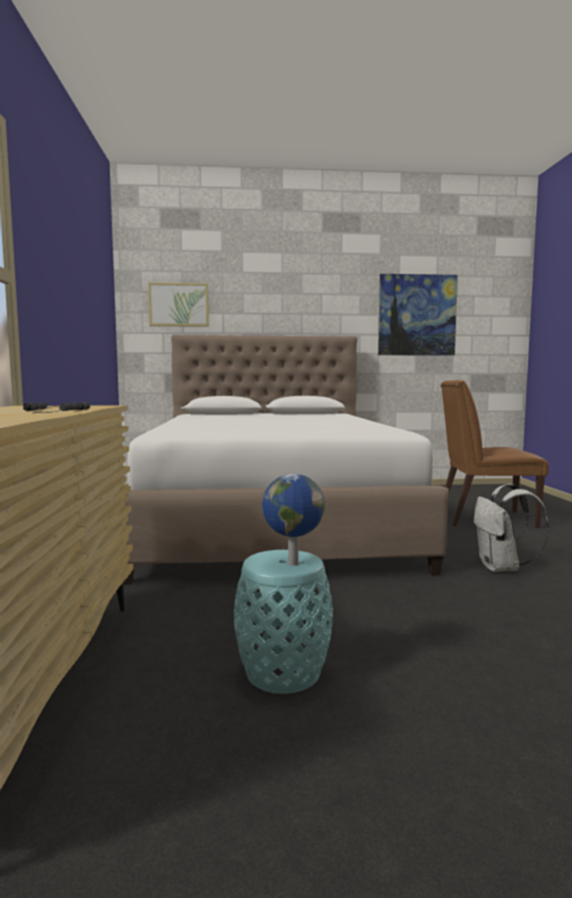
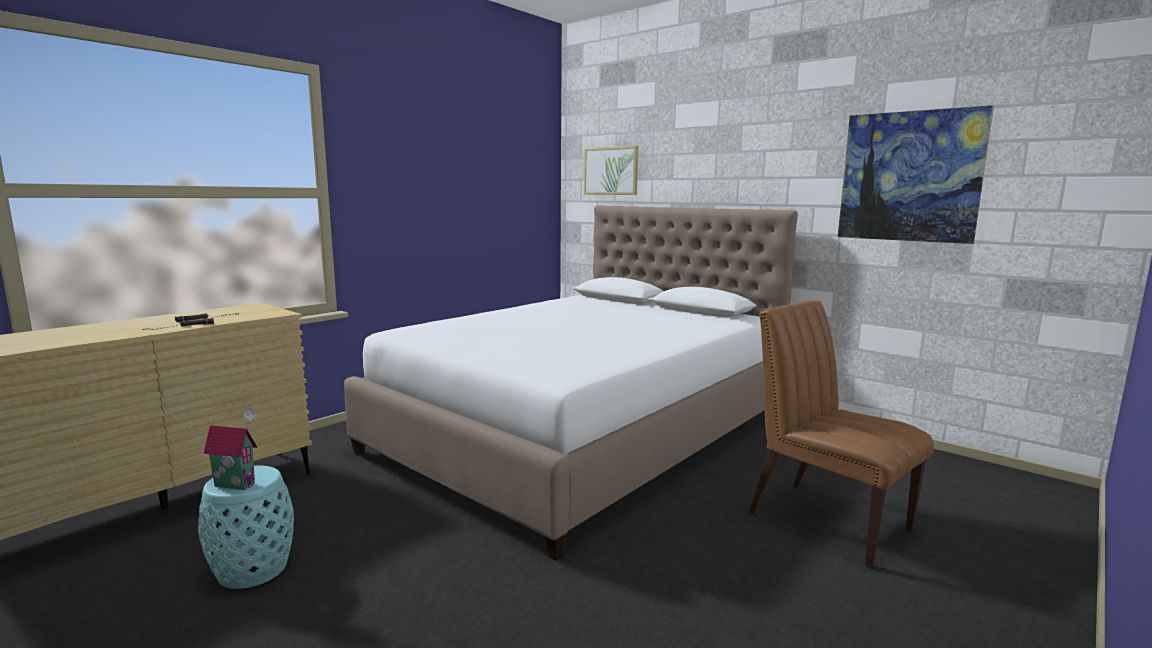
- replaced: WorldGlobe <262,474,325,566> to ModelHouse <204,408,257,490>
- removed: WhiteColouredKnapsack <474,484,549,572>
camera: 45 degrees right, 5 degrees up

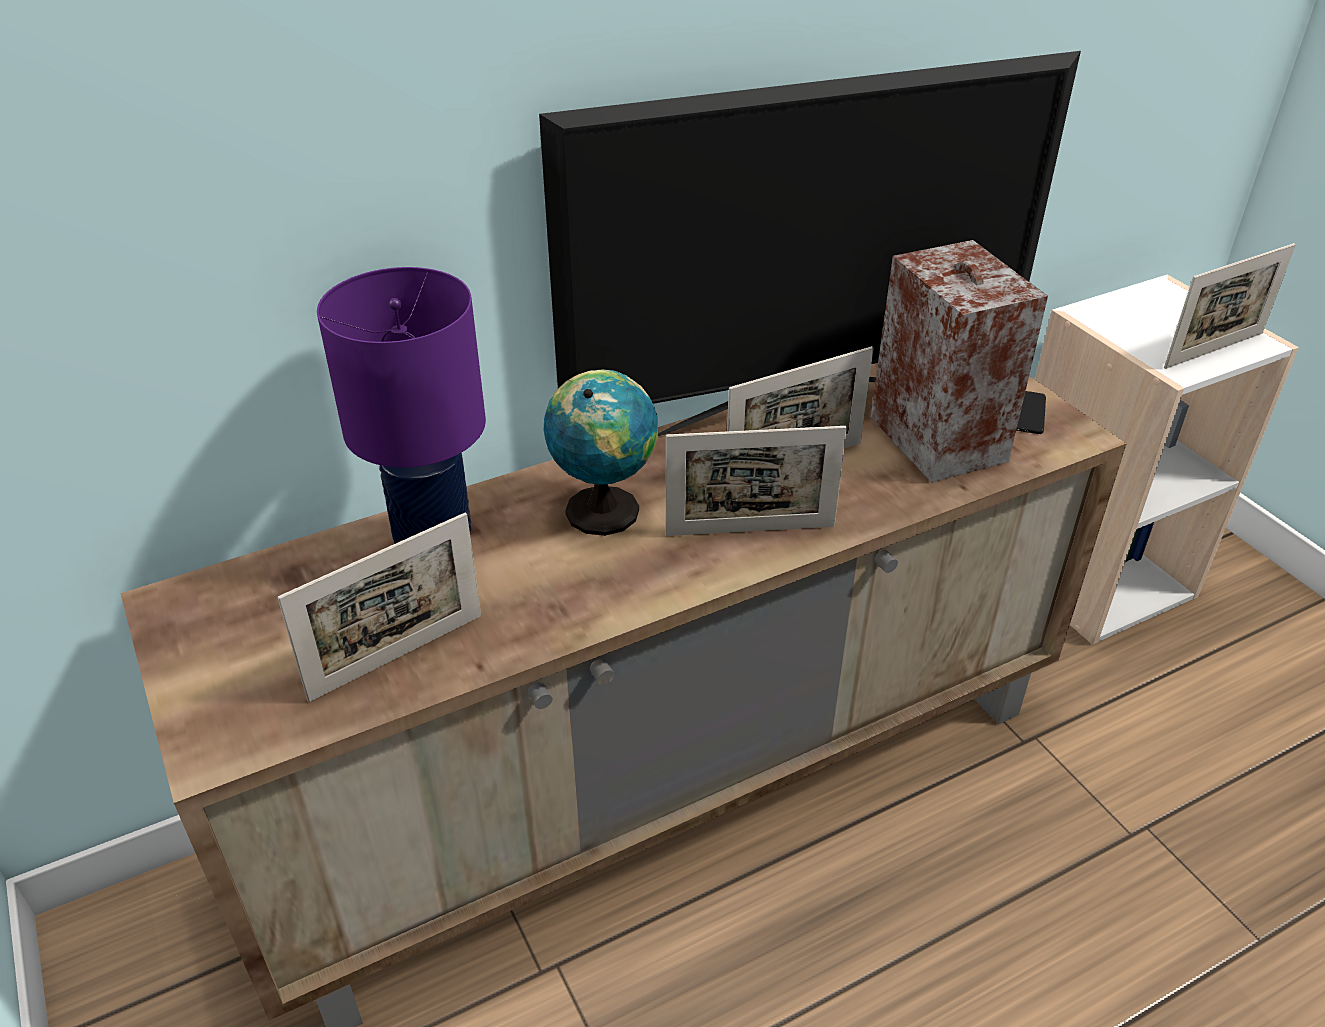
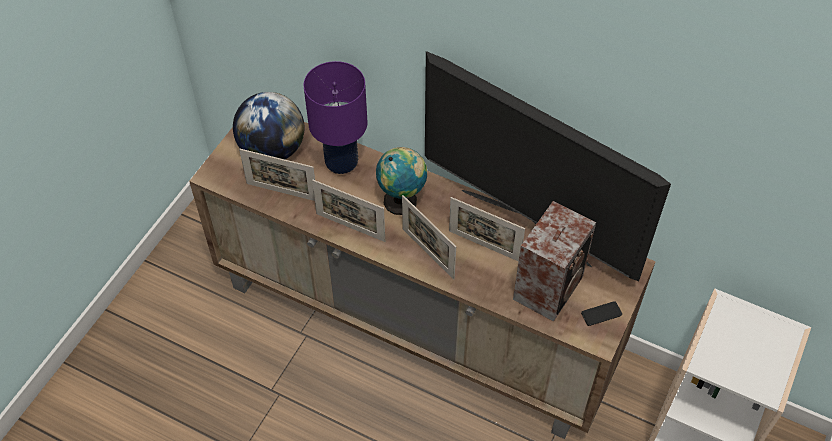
- moved: PhotoFrame <1164,243,1296,369> to <312,179,385,242>
- added: WorldGlobe <233,92,305,159>
camera: 55 degrees right, 15 degrees up

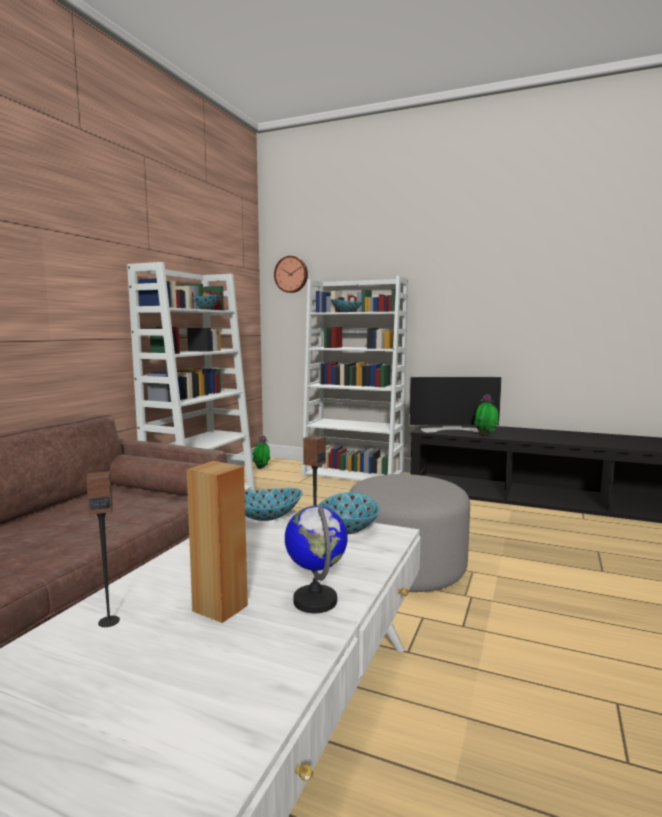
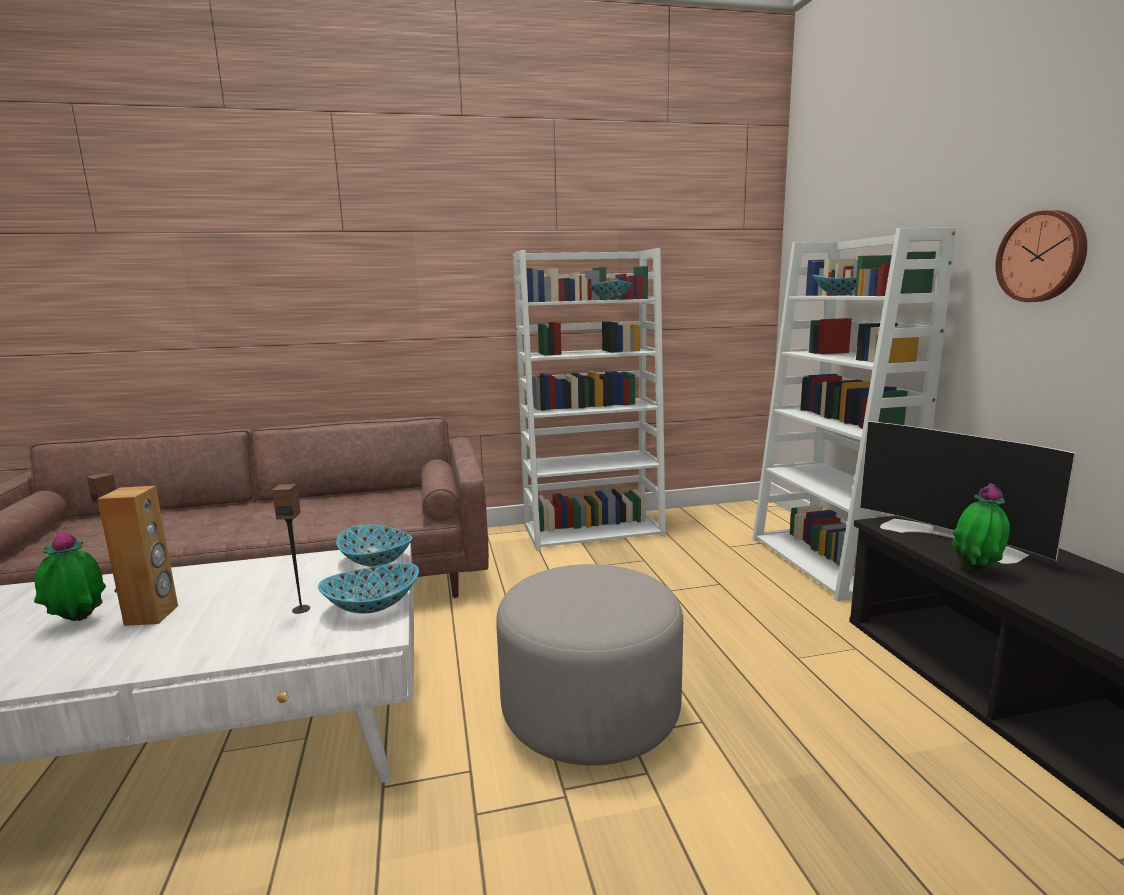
- moved: WallClock <274,256,308,293> to <995,210,1087,302>
- moved: PottedPlant <253,435,270,469> to <34,531,106,621>
- removed: WorldGlobe <285,505,348,613>
camera: 55 degrees right, 5 degrees up

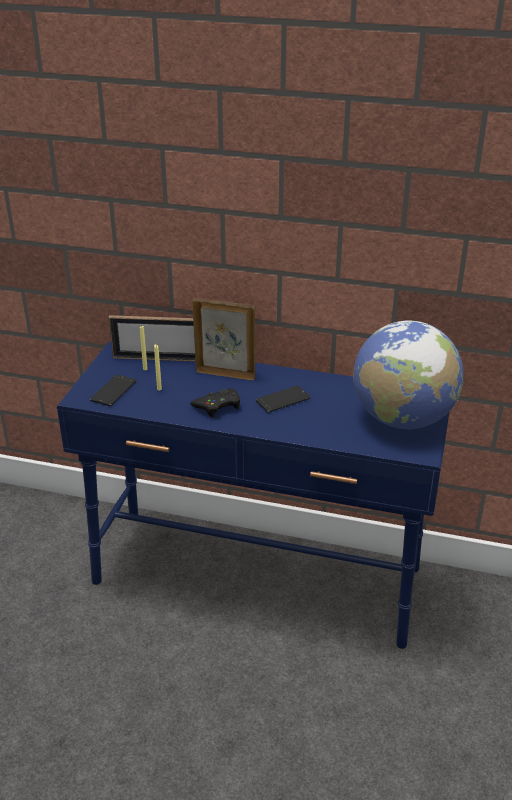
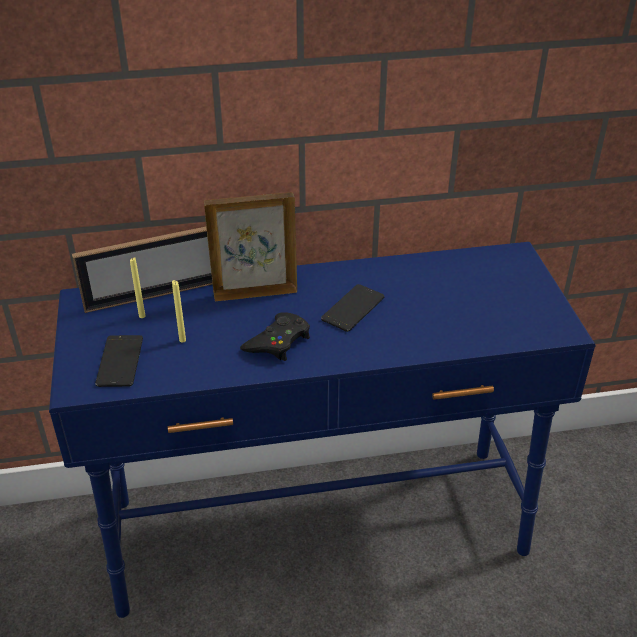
- removed: WorldGlobe <353,321,464,429>
camera: 25 degrees left, 5 degrees up

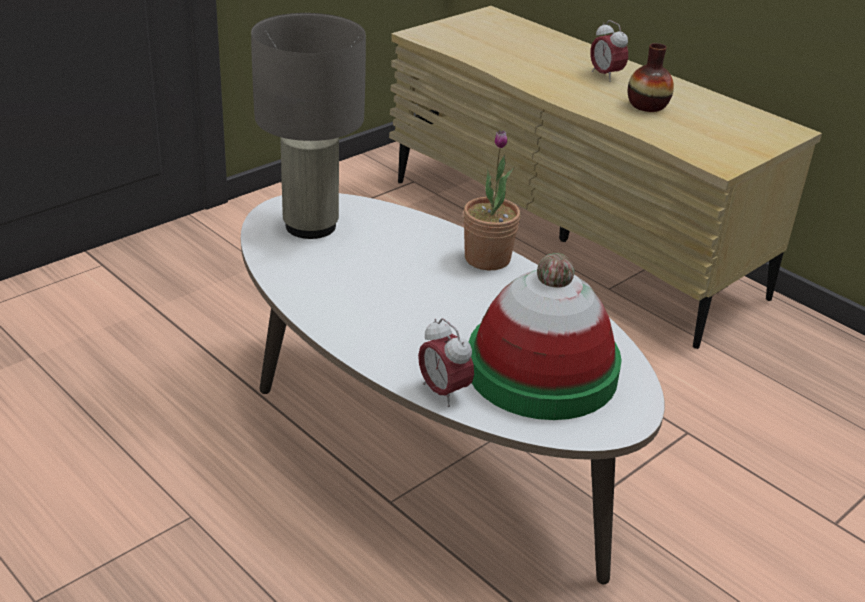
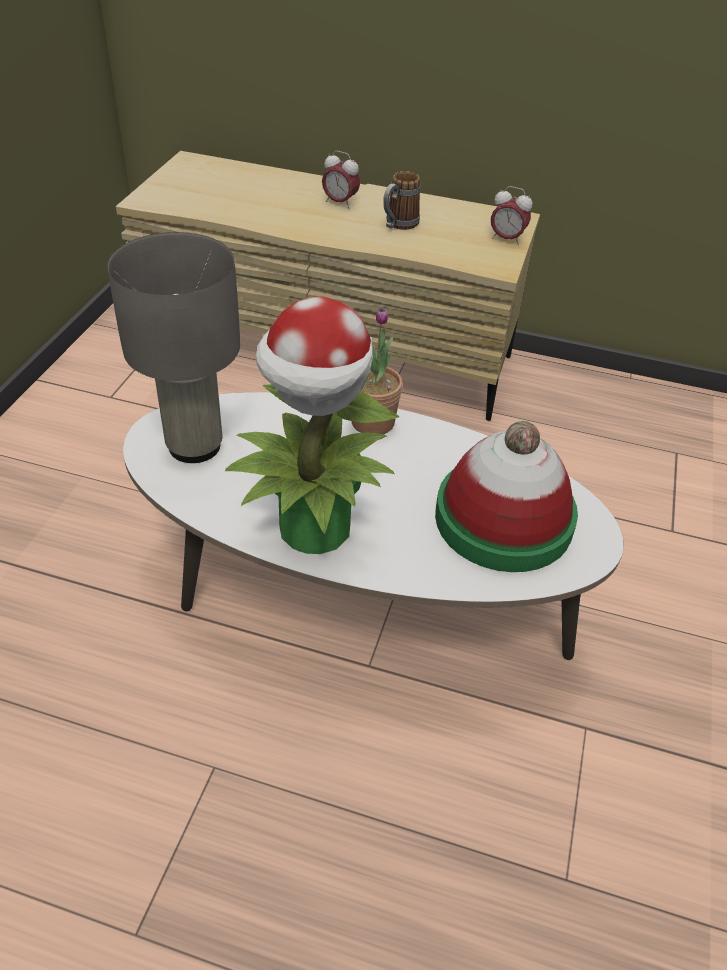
- replaced: Vase <628,43,674,112> to TeaMug <383,171,420,230>
- moved: BedsideClock <418,318,474,407> to <491,186,533,245>
- added: PottedPlant <225,296,399,554>
camera: 30 degrees left, 10 degrees up

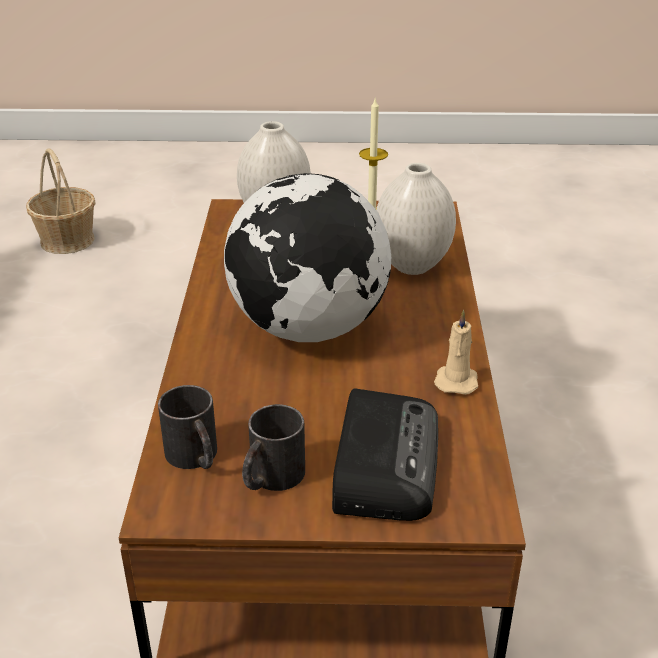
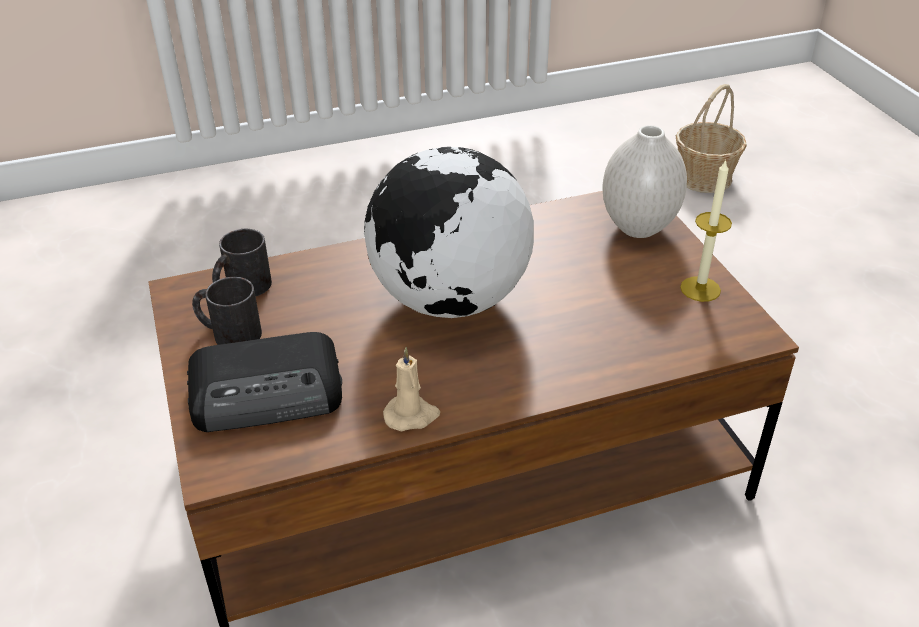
- removed: WhiteColouredVase <376,163,456,275>
camera: 70 degrees right, 5 degrees up

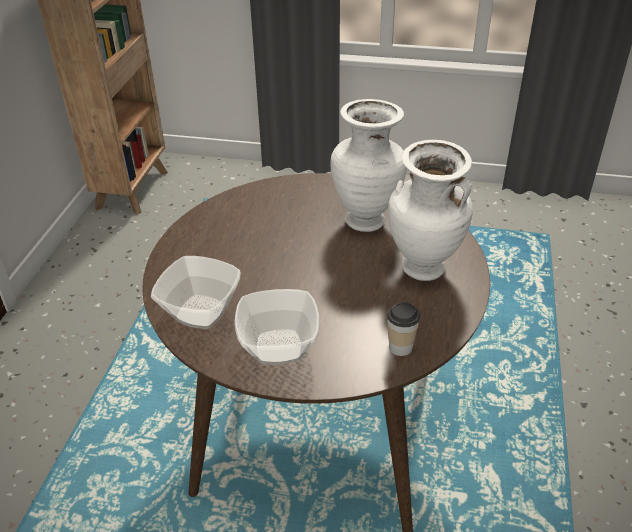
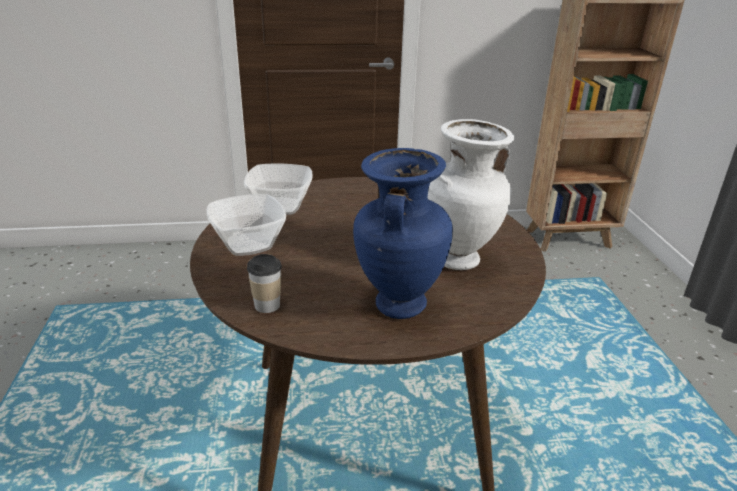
- recoloured: WhiteColouredVase <388,140,473,281> to BlueColouredVase <353,148,453,319>
camera: 70 degrees right, 10 degrees down

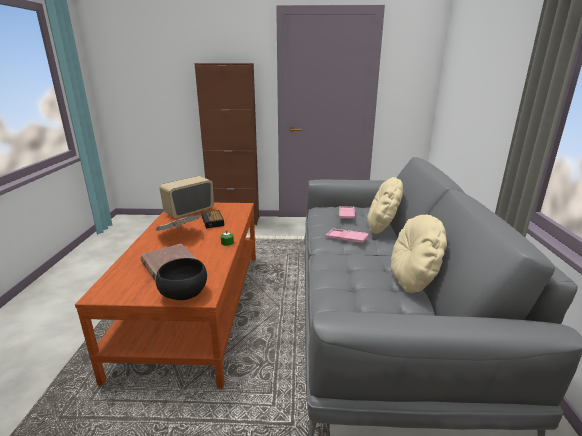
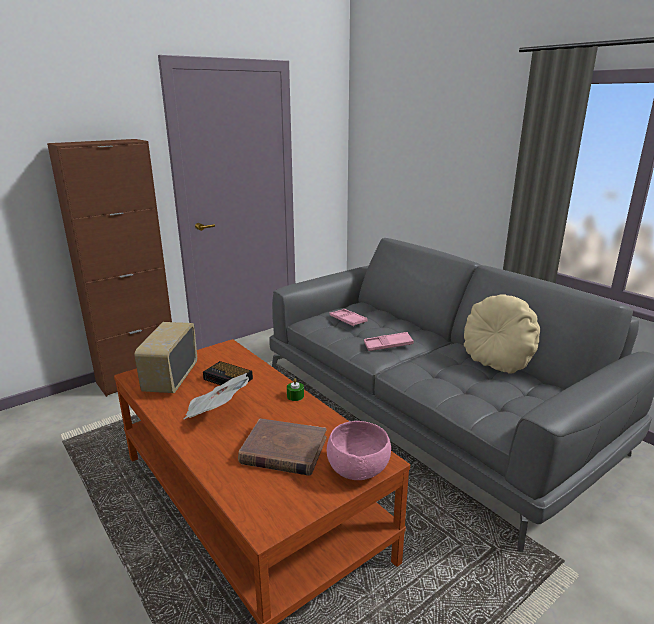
- removed: BeigeColouredCushion <367,177,403,234>
- recoloured: BlackColouredServingBowl <156,258,207,300> to PinkServingBowl <327,421,391,480>
camera: 40 degrees left, 0 degrees up

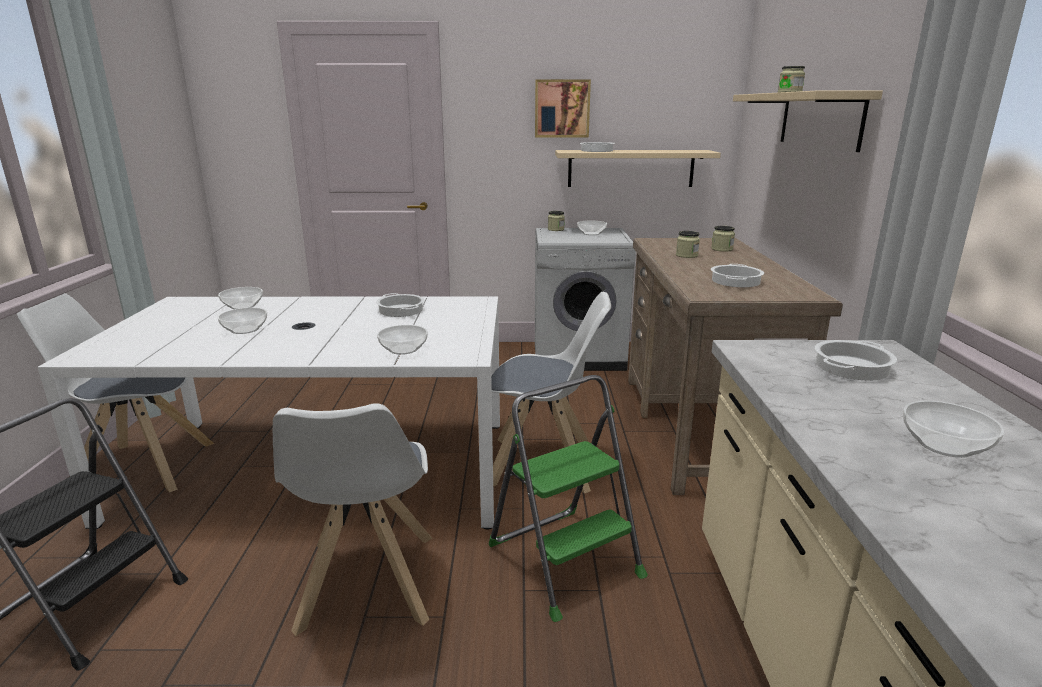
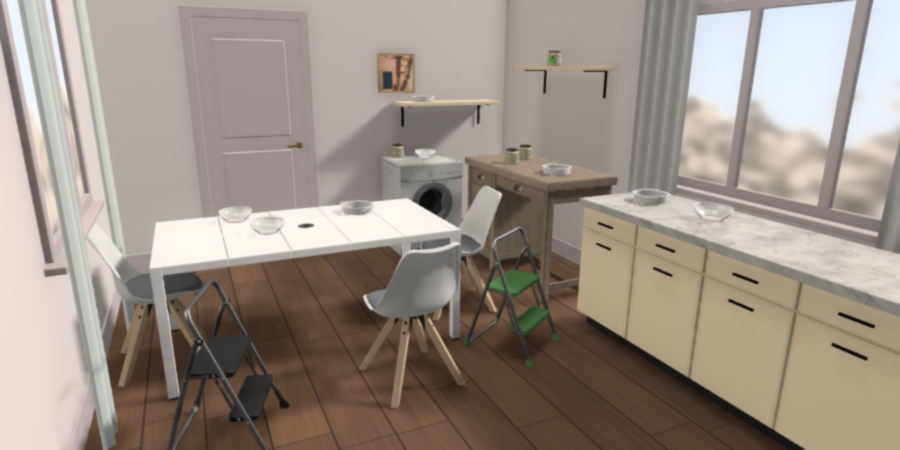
- removed: ServingBowl <377,325,428,355>
camera: 25 degrees left, 5 degrees down

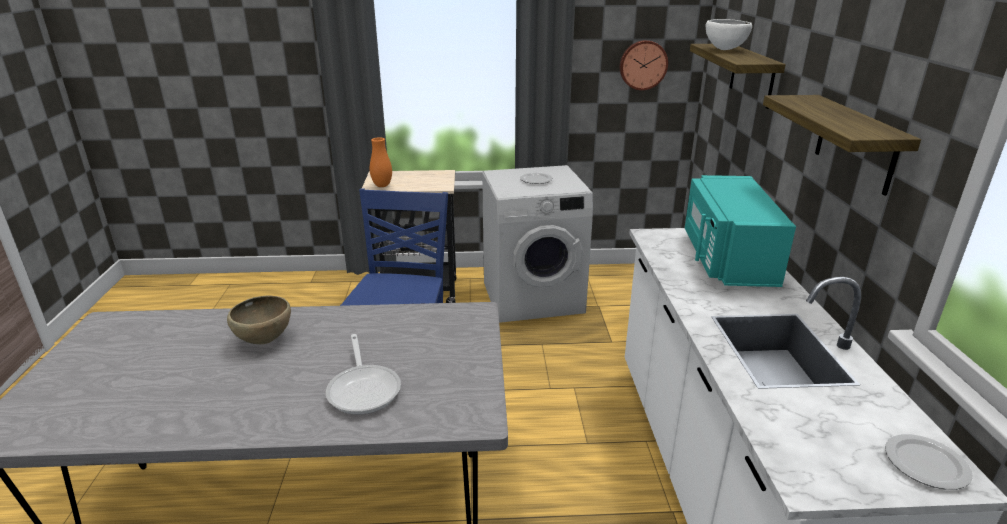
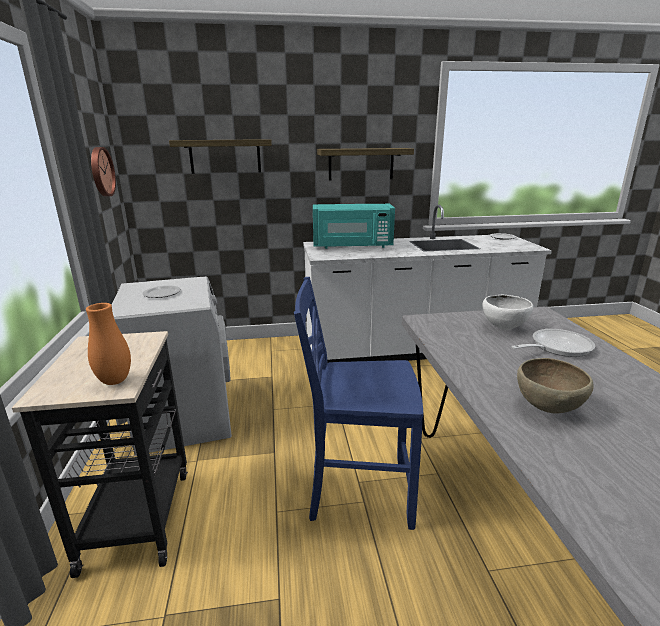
- moved: WhiteColouredServingBowl <706,19,752,50> to <482,295,533,330>
camera: 95 degrees left, 5 degrees down

